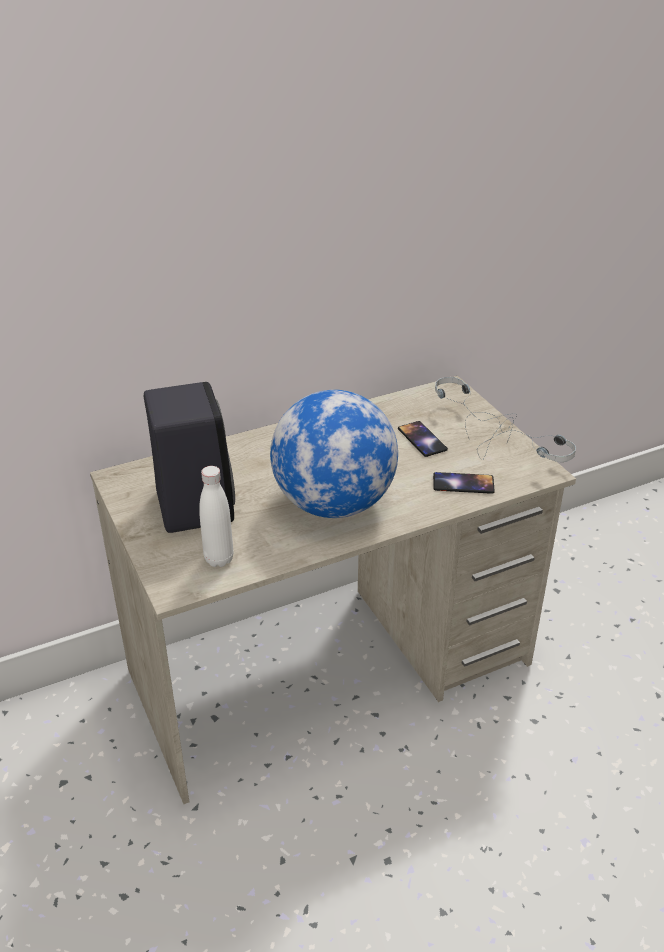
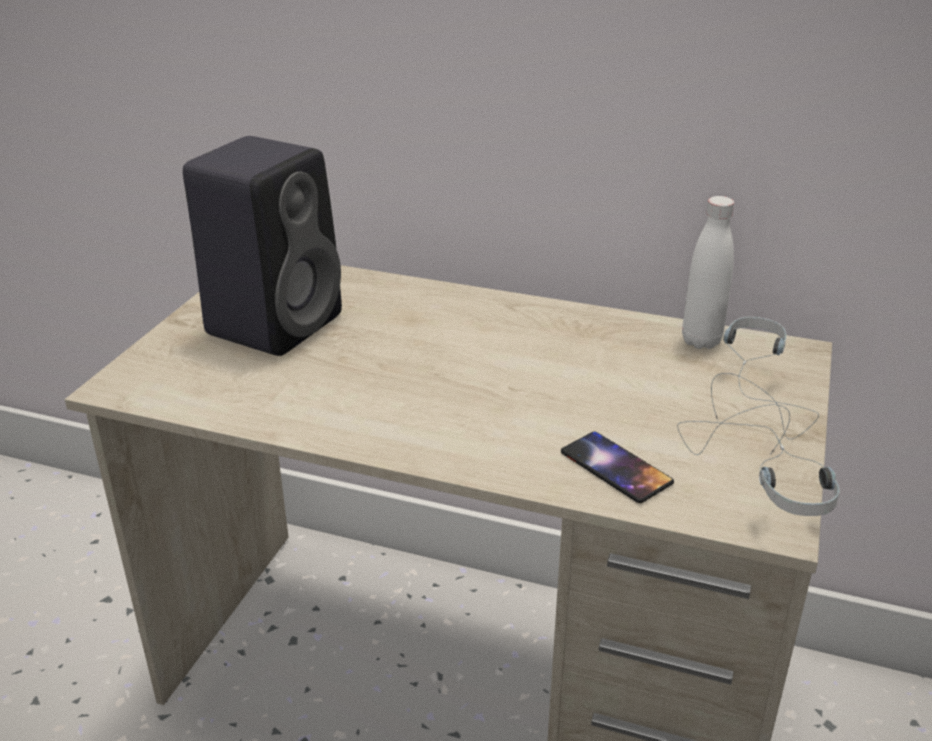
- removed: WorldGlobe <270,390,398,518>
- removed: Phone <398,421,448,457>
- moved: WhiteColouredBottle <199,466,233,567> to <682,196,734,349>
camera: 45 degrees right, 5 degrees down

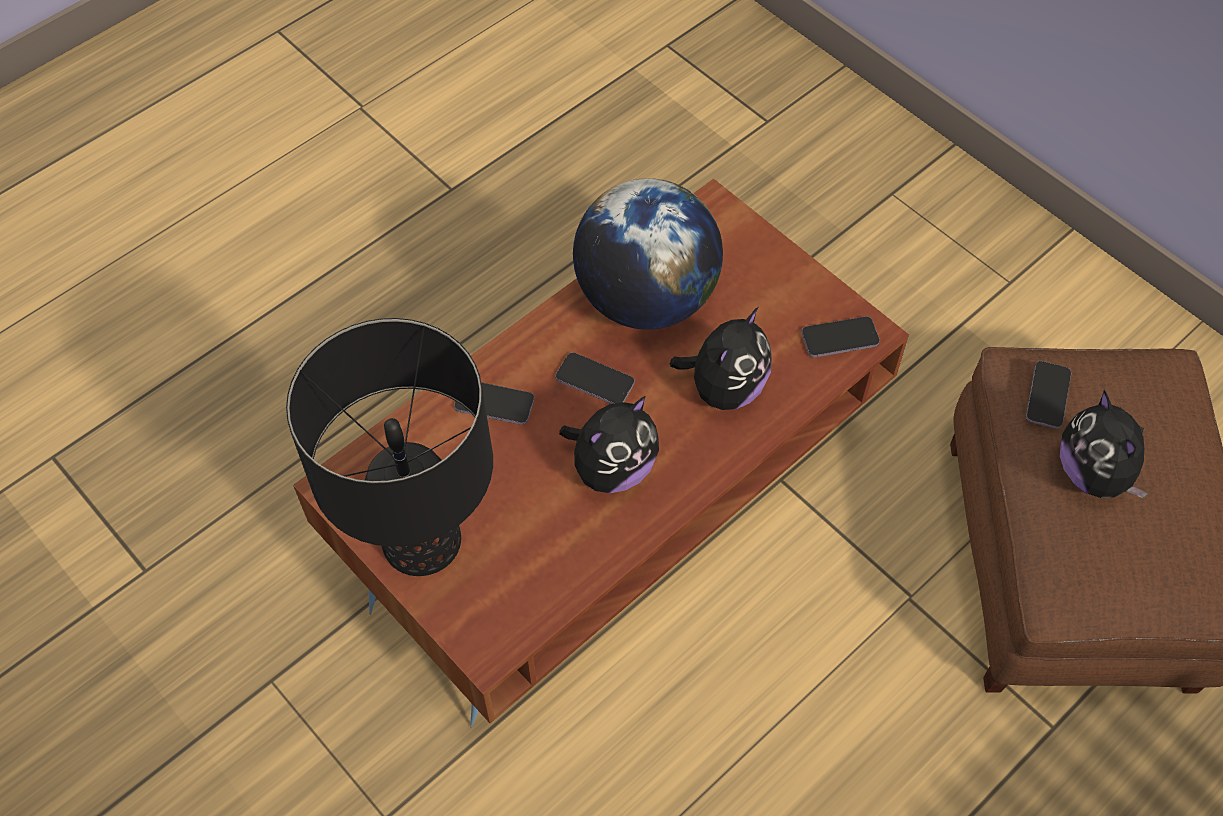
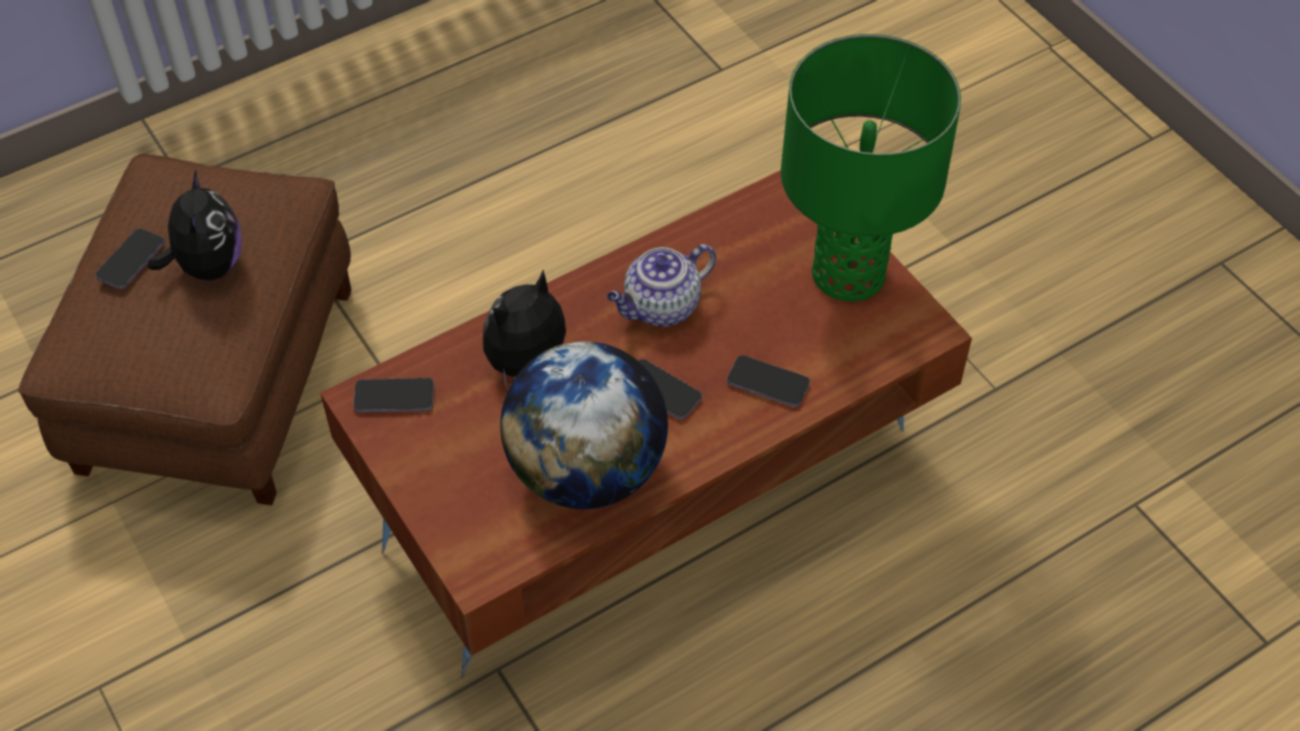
- recoloured: BlackColouredTableLamp <286,318,493,576> to GreenColouredTableLamp <781,34,961,301>
- moved: Phone <1026,361,1071,429> to <95,228,165,289>
- replaced: PlushToy <559,396,659,493> to Teapot <607,244,716,327>
camera: 170 degrees left, 5 degrees down

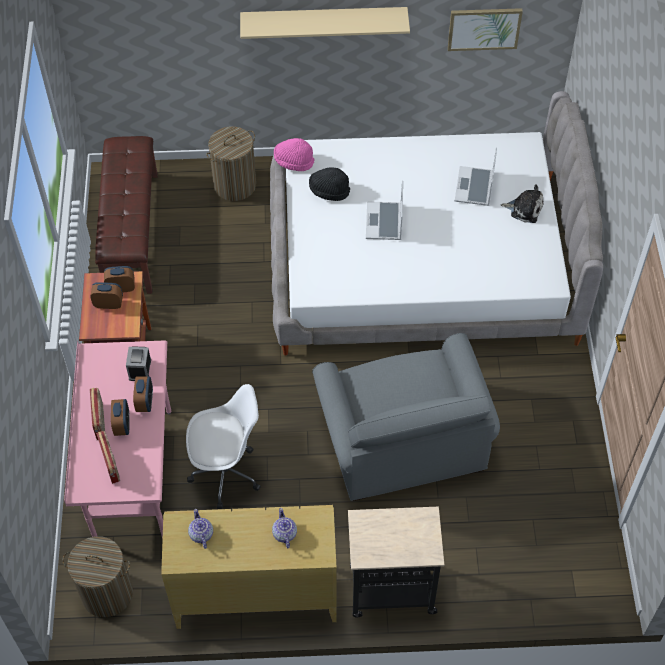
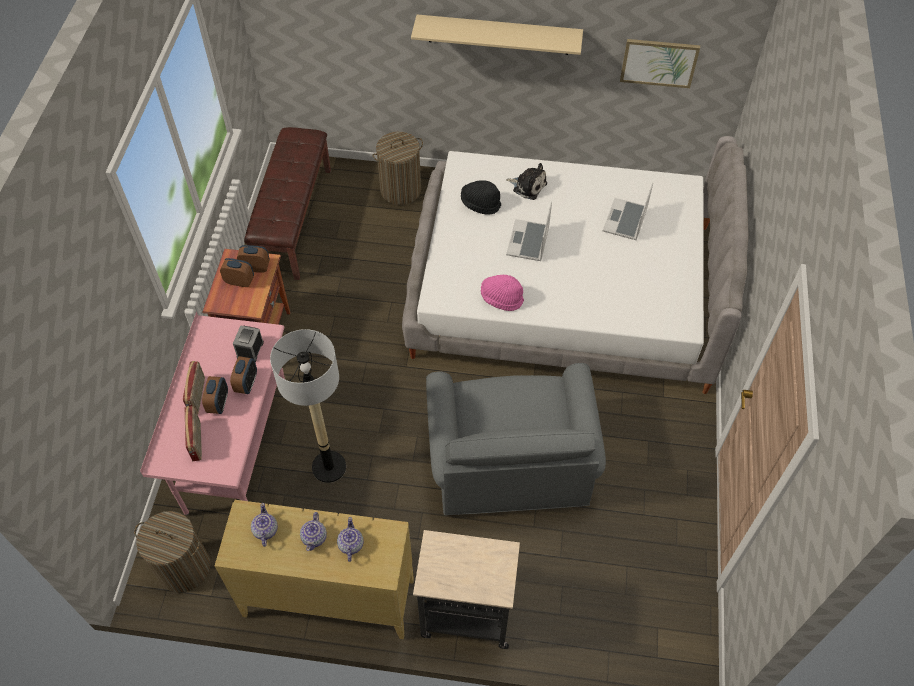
- moved: PinkClothingHat <274,138,315,171> to <481,275,524,311>
- moved: PlushToy <501,185,543,223> to <506,163,547,200>
- replaced: WhiteColouredDeskChair <186,384,261,509> to StandardLamp <270,329,346,483>
- added: Teapot <300,512,327,551>
camera: 10 degrees right, 0 degrees up

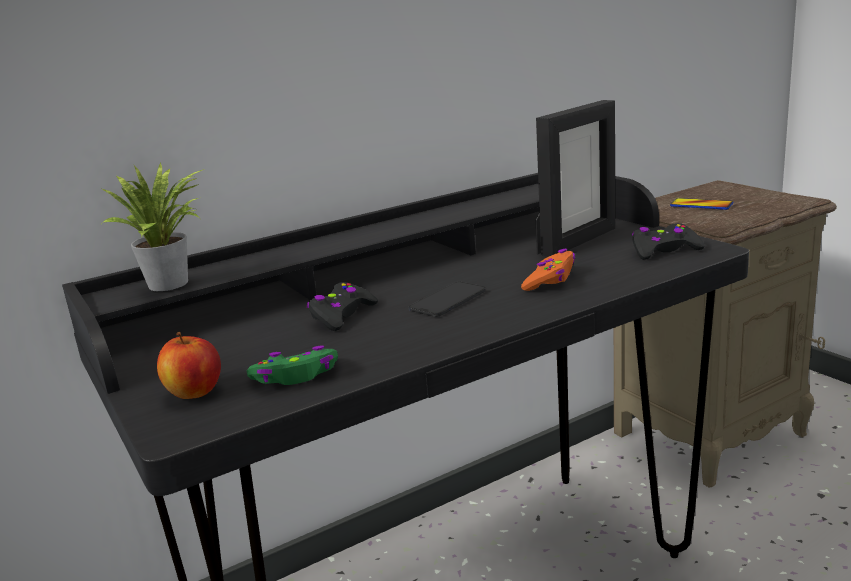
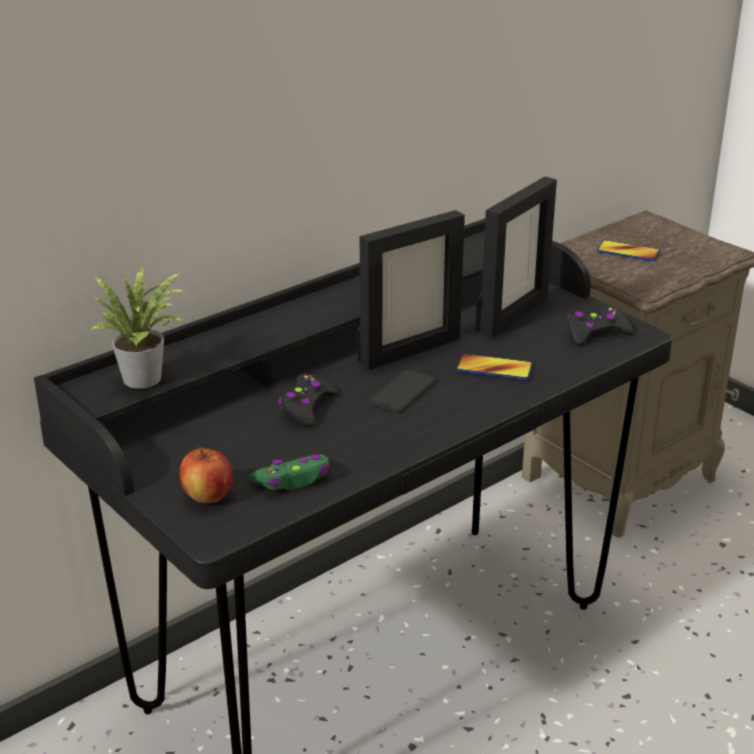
- replaced: OrangeyJoypad <521,249,575,291> to Phone <455,354,533,380>
- added: PhotoFrame <357,210,465,369>
camera: 10 degrees left, 10 degrees up

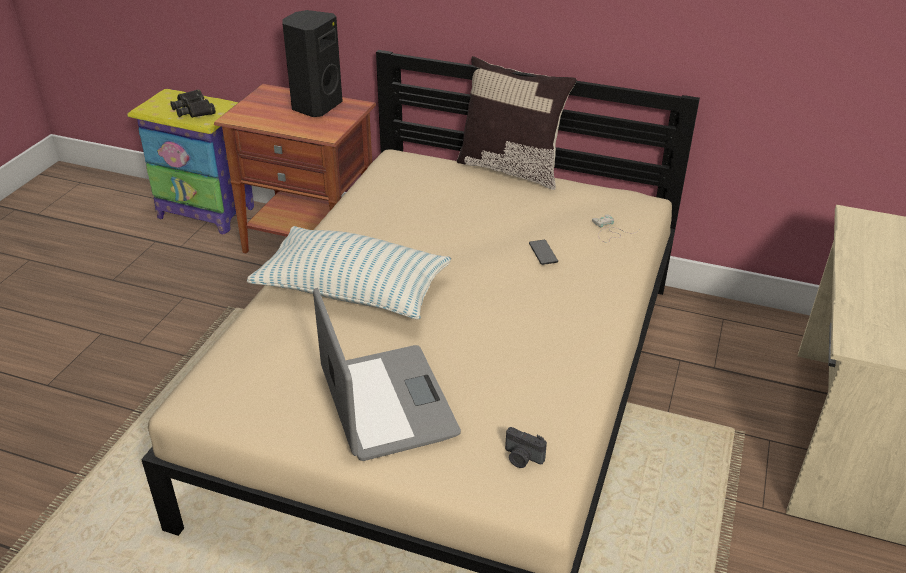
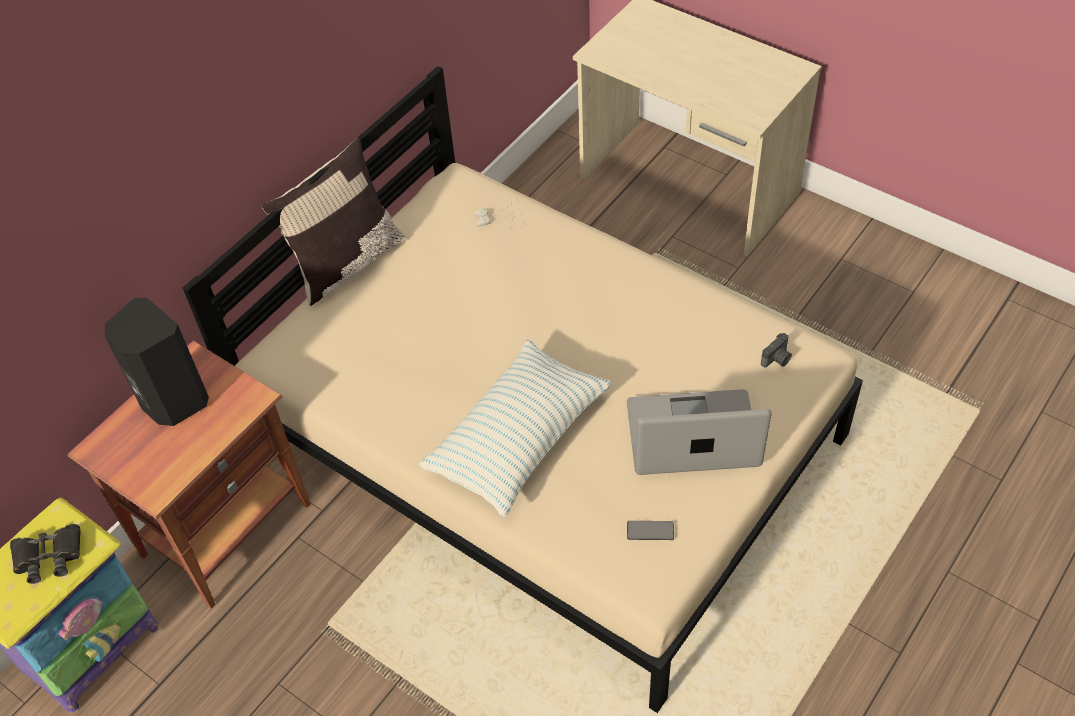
- moved: Phone <529,240,558,265> to <627,521,674,540>
camera: 70 degrees left, 15 degrees up

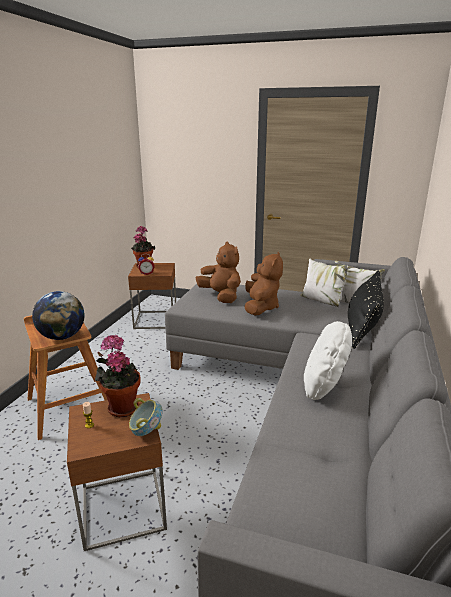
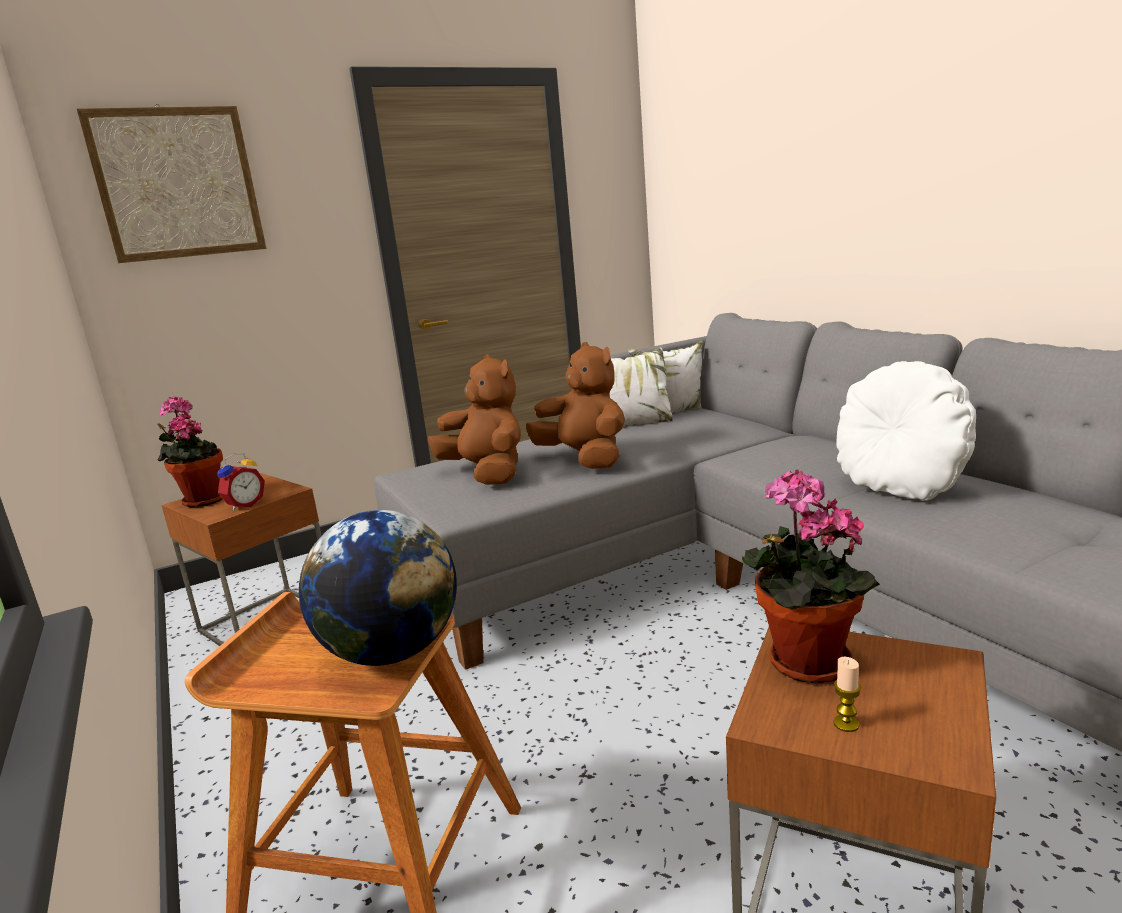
- turned: BrownPlushToy <196,242,241,303> = <428,354,521,485> 45 degrees clockwise
- removed: BlackColouredCushion <348,271,384,349>
- removed: ServingBowl <129,398,163,436>
- added: Picture <77,104,266,263>
camera: 45 degrees left, 5 degrees down

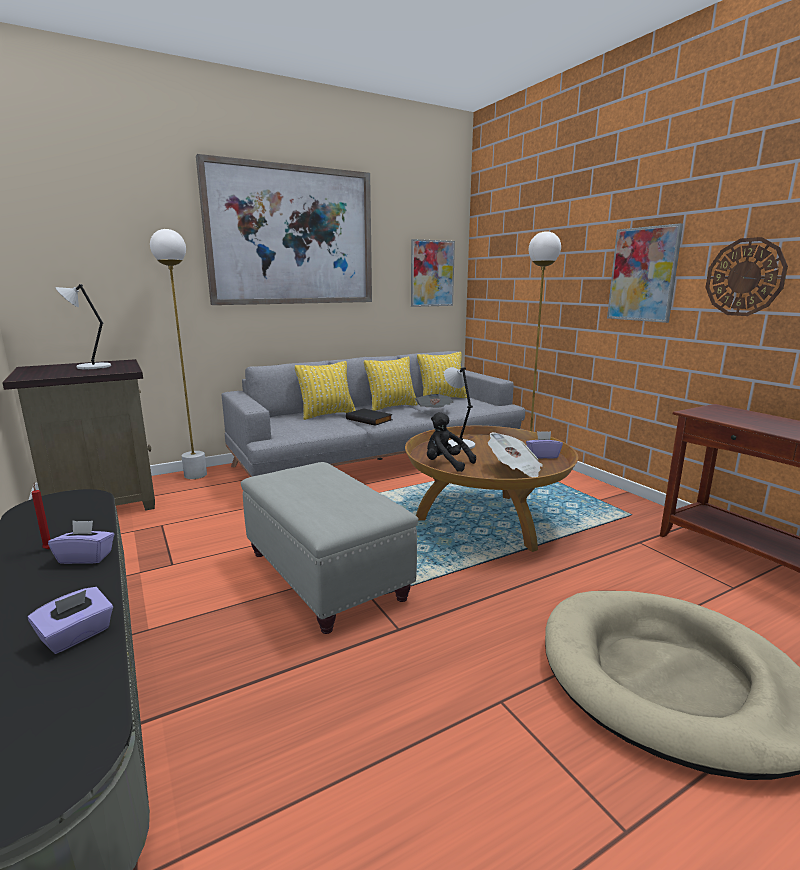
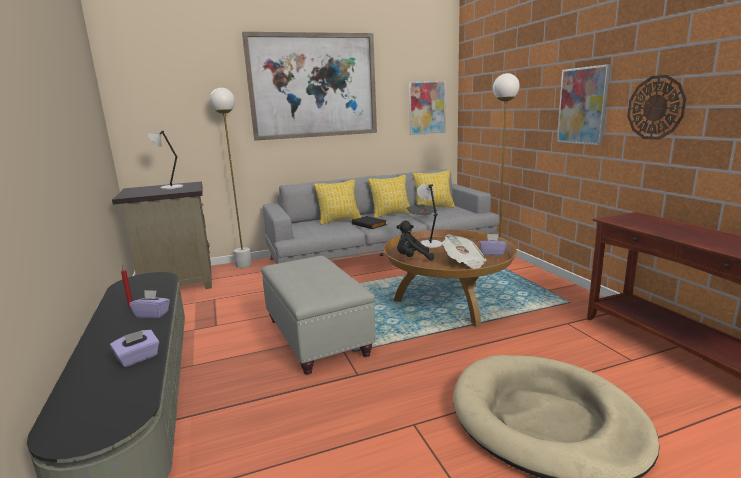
- turned: BlackColouredPlushToy <427,412,476,472> = <397,221,434,261> 45 degrees counterclockwise
camera: 10 degrees right, 0 degrees up

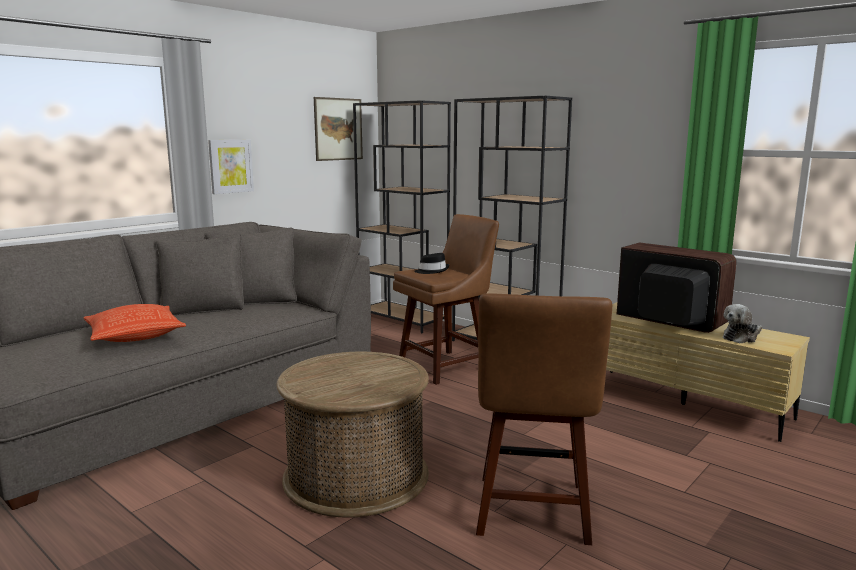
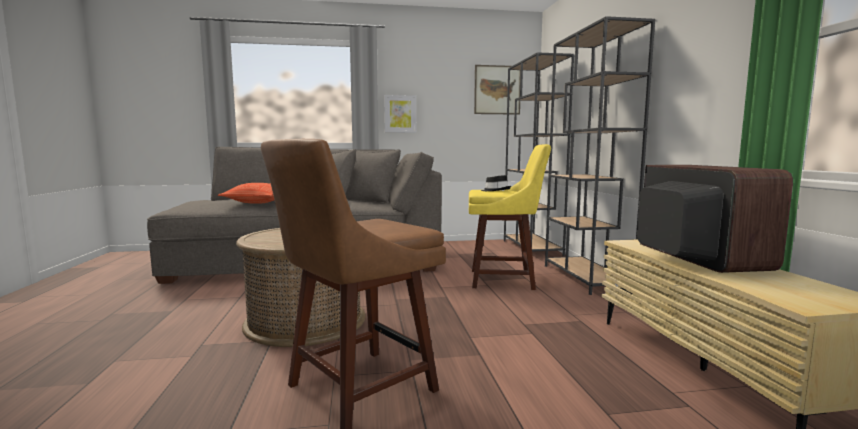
- recoloured: BrownStool <393,214,499,385> to YellowColouredStool <469,144,551,290>
- removed: PlushToy <723,304,762,343>
camera: 40 degrees right, 5 degrees down

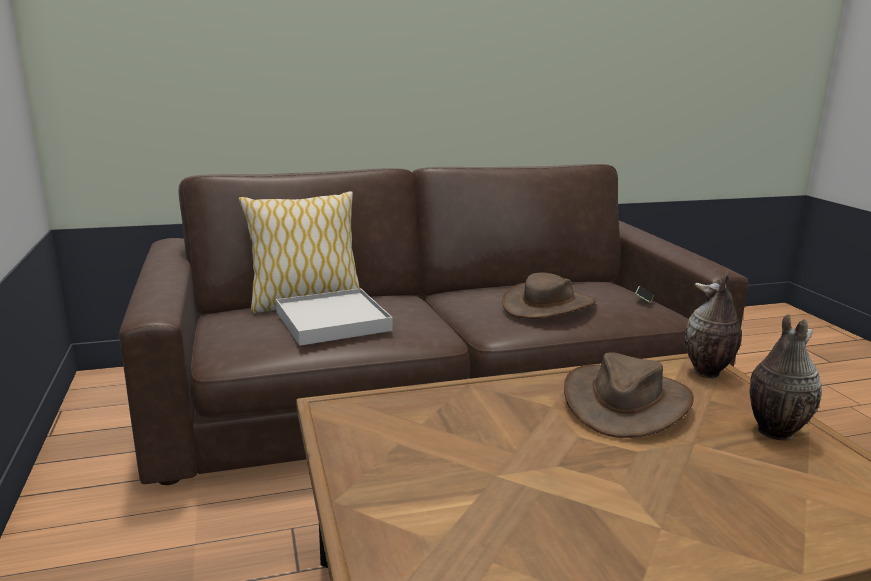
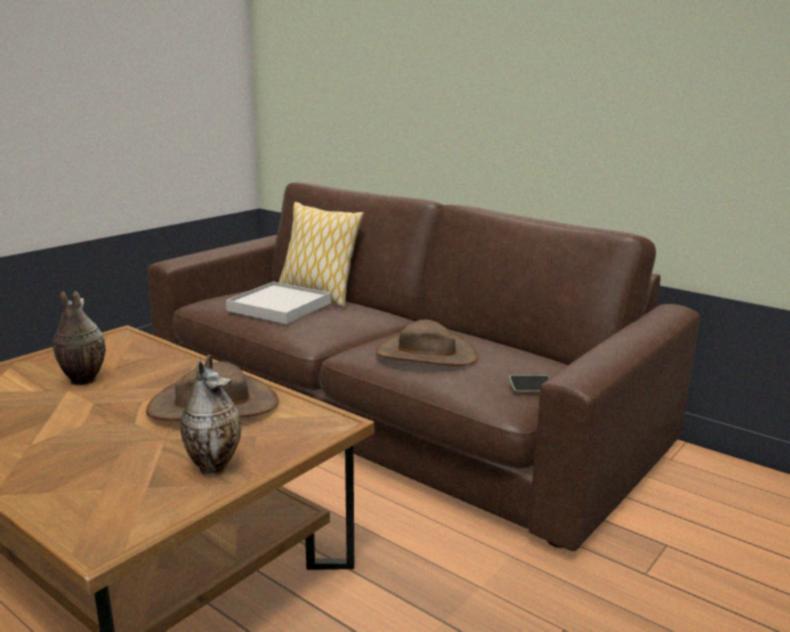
- moved: Vase <685,271,742,379> to <52,291,106,385>
camera: 55 degrees right, 0 degrees up

